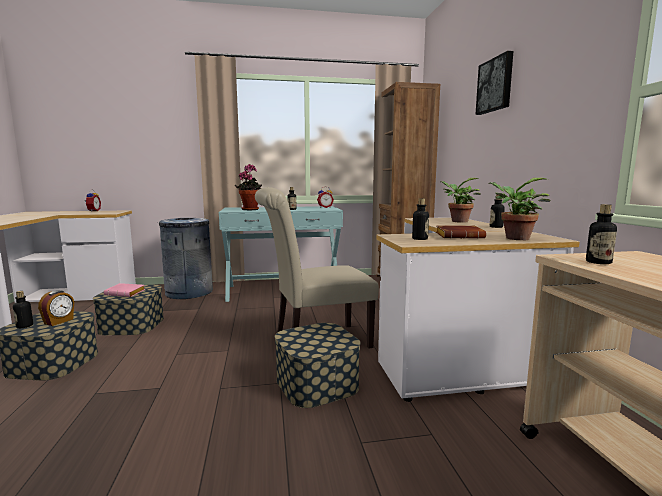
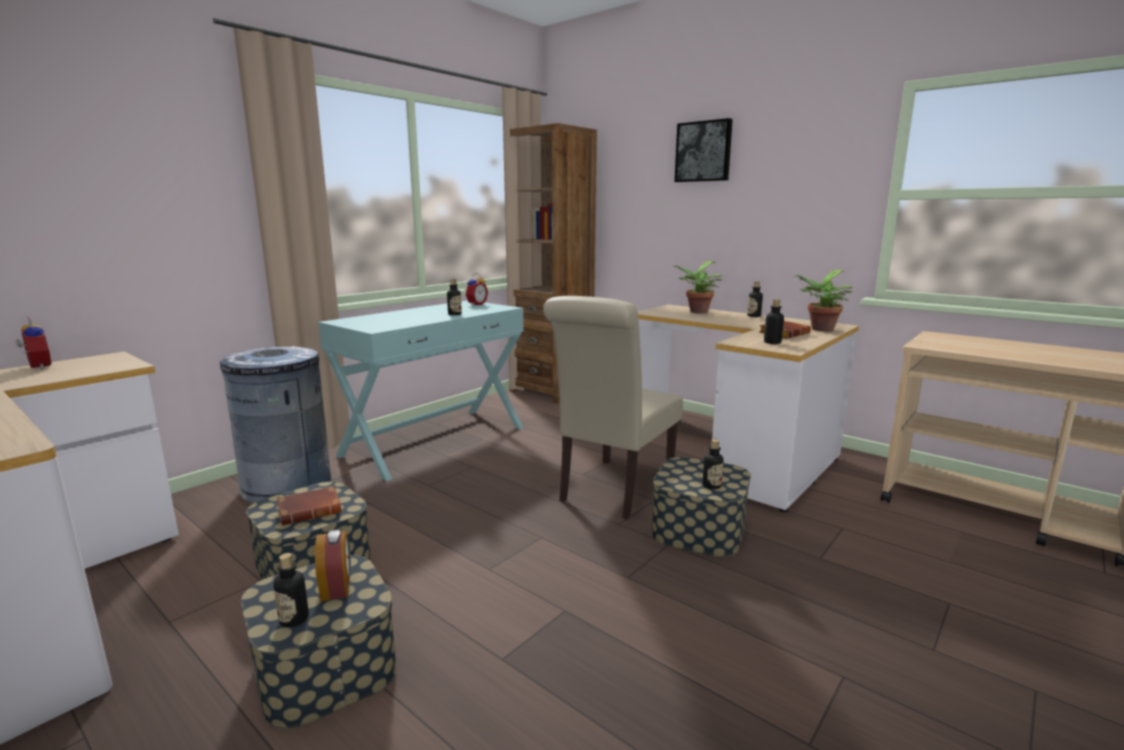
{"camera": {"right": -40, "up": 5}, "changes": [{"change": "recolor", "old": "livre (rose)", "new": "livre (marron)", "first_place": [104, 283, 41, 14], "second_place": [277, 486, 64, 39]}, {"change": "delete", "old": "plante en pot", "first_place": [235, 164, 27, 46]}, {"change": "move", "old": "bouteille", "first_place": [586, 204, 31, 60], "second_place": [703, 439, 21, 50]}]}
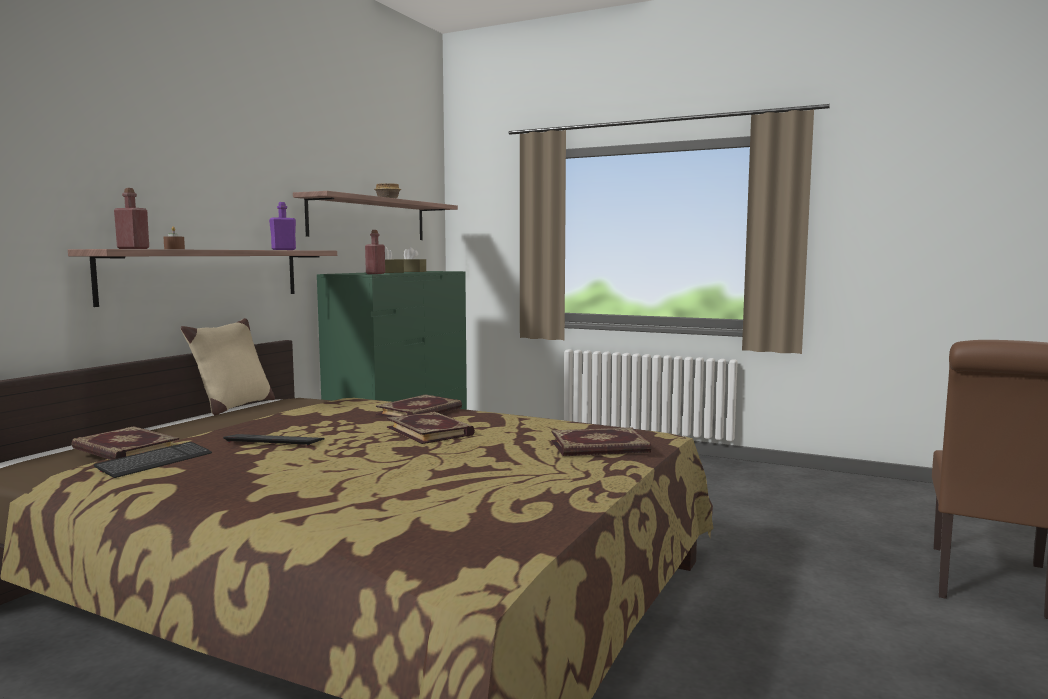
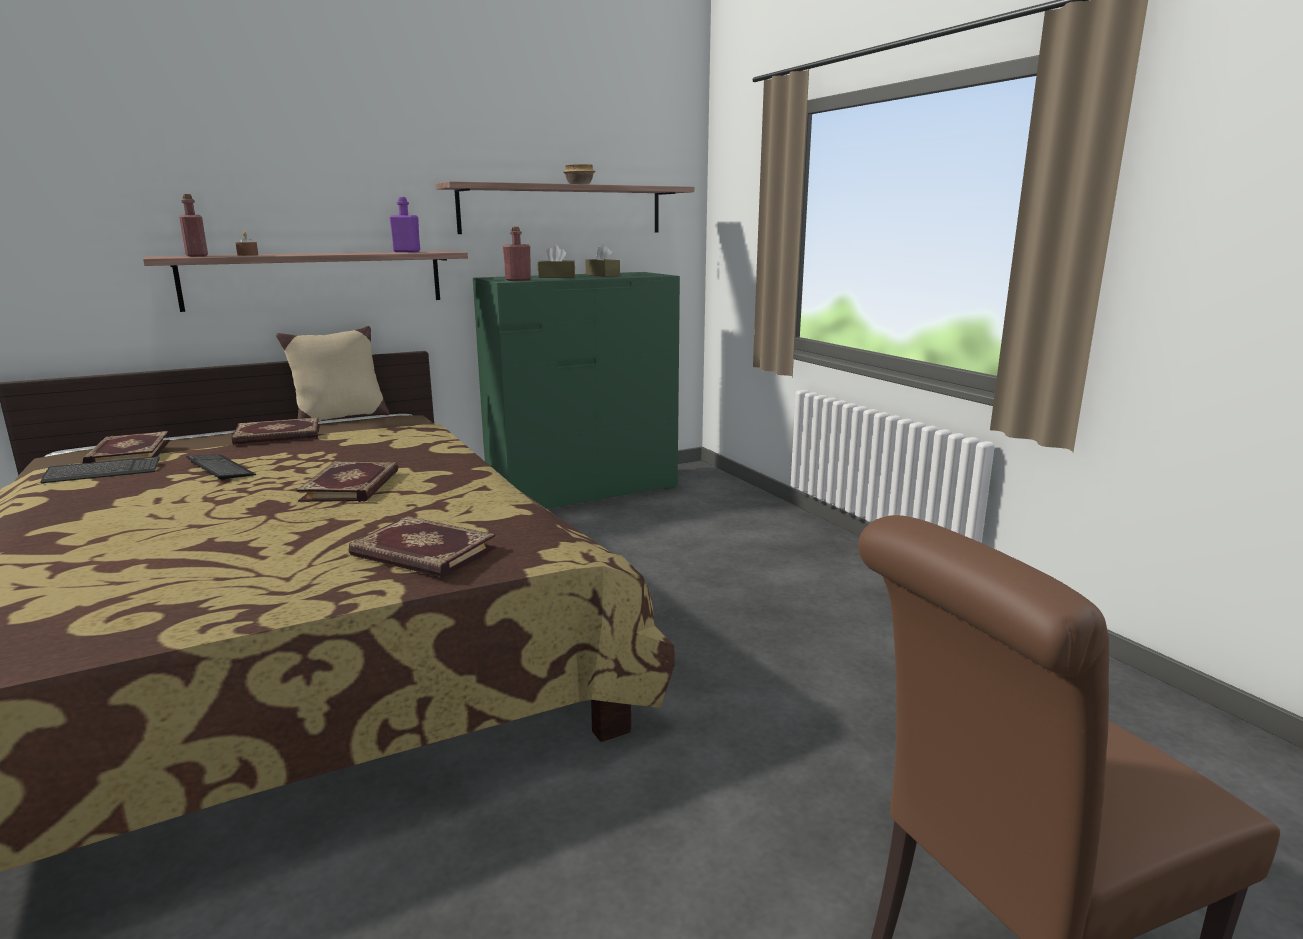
{"camera": {"right": 35, "up": 10}, "changes": [{"change": "move", "old": "livre", "first_place": [376, 394, 86, 23], "second_place": [232, 417, 88, 28]}]}
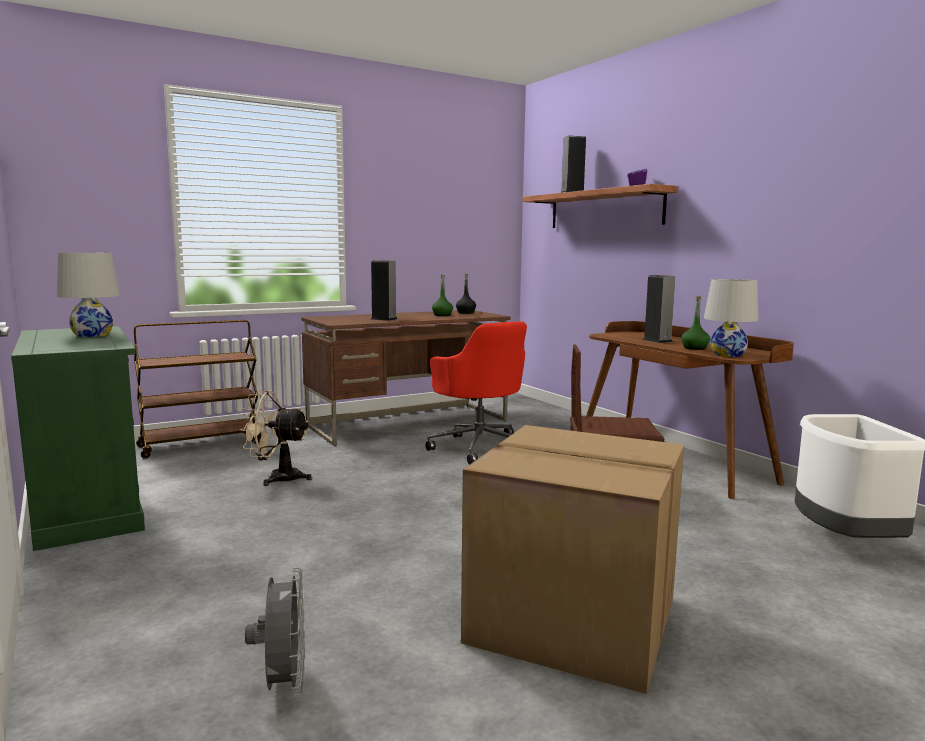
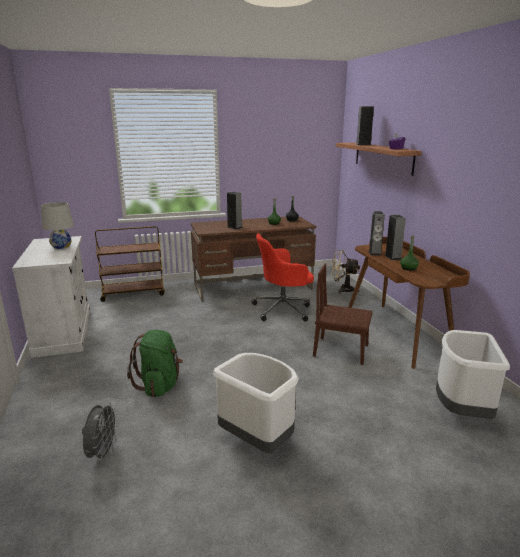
{"camera": {"right": 15, "up": 10}, "changes": [{"change": "recolor", "old": "meuble de rangement (vert)", "new": "meuble de rangement (blanc)", "first_place": [11, 326, 134, 225], "second_place": [12, 236, 78, 122]}, {"change": "move", "old": "ventilateur (beige)", "first_place": [240, 391, 72, 95], "second_place": [331, 250, 29, 43]}, {"change": "rotate", "old": "chaise de bureau (rouge)", "first_place": [425, 321, 102, 143], "second_place": [252, 233, 62, 88], "degrees": 90}, {"change": "replace", "old": "carton", "new": "poubelle (blanc)", "first_place": [461, 425, 223, 269], "second_place": [213, 353, 86, 100]}, {"change": "delete", "old": "lampe de table (blanc)", "first_place": [704, 279, 54, 78]}, {"change": "insert", "new": "sac à dos (vert)", "second_place": [127, 330, 56, 67]}, {"change": "insert", "new": "enceinte", "second_place": [368, 211, 17, 45]}]}
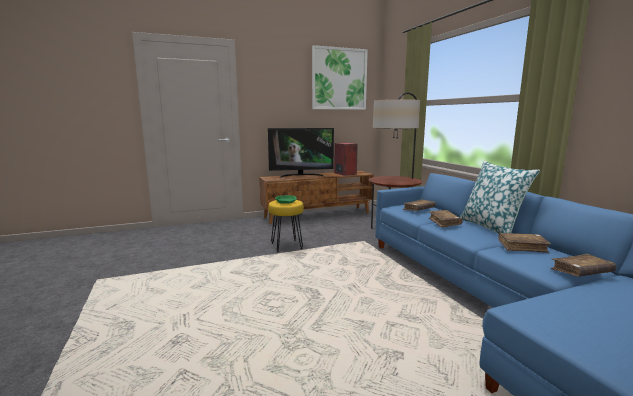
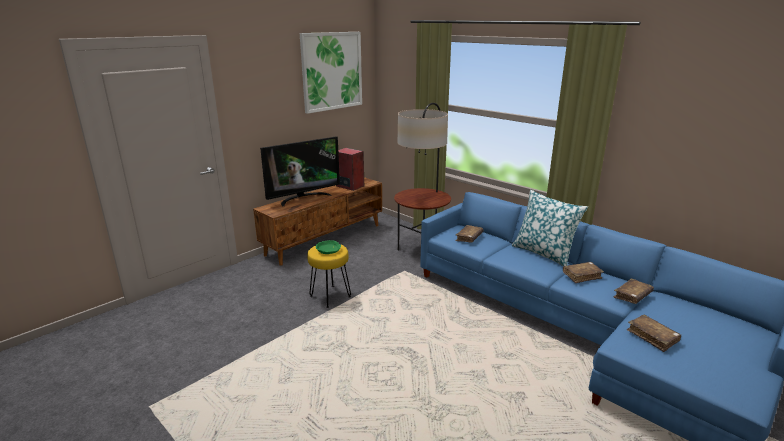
{"camera": {"right": -25, "up": 10}, "changes": [{"change": "move", "old": "livre (marron)", "first_place": [429, 210, 34, 18], "second_place": [627, 315, 54, 37]}]}
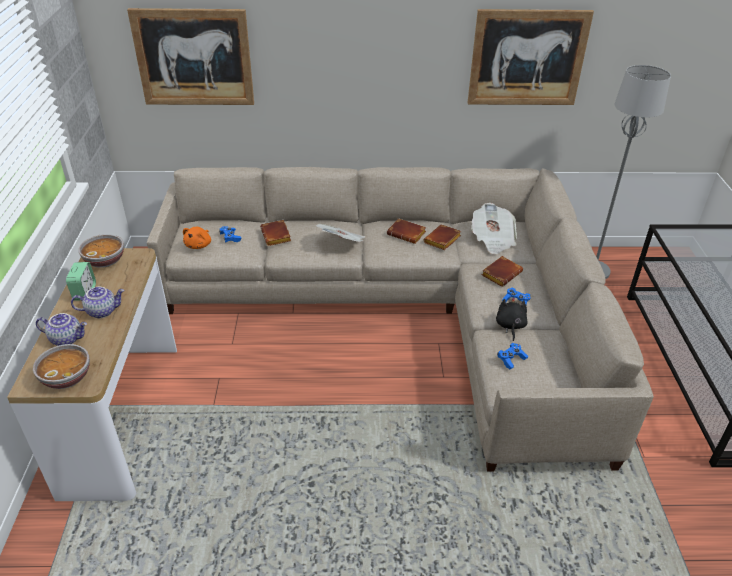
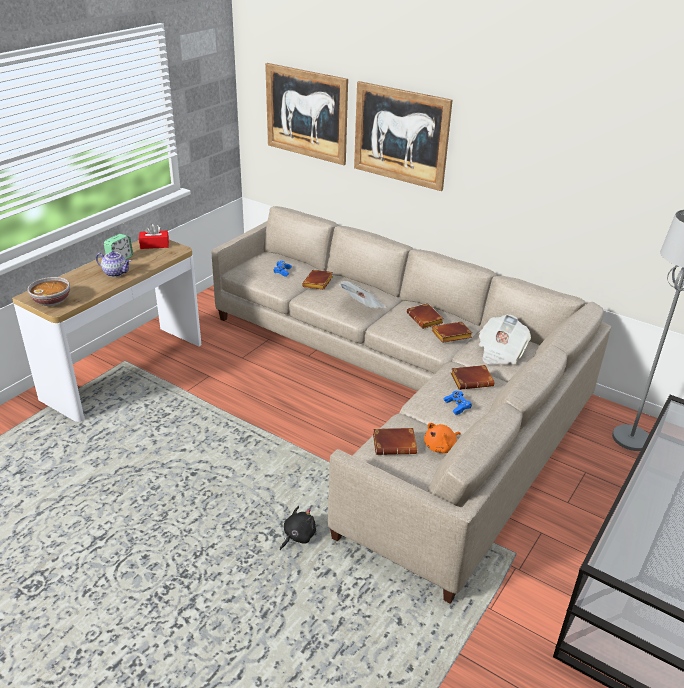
{"camera": {"right": 35, "up": -5}, "changes": [{"change": "delete", "old": "théière", "first_place": [36, 313, 51, 33]}, {"change": "replace", "old": "bol", "new": "boîte à mouchoirs (rouge)", "first_place": [78, 234, 46, 34], "second_place": [139, 224, 30, 25]}, {"change": "move", "old": "peluche (orange)", "first_place": [183, 227, 28, 22], "second_place": [424, 423, 37, 30]}, {"change": "move", "old": "tableau", "first_place": [467, 9, 127, 96], "second_place": [354, 81, 99, 110]}, {"change": "move", "old": "peluche (noir)", "first_place": [496, 297, 32, 44], "second_place": [280, 506, 36, 44]}, {"change": "replace", "old": "manette (bleu)", "new": "livre (marron)", "first_place": [497, 343, 31, 26], "second_place": [373, 428, 44, 27]}]}
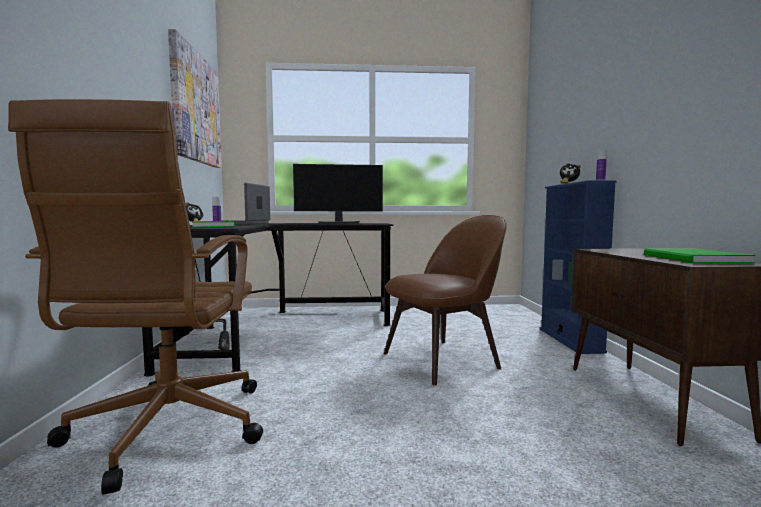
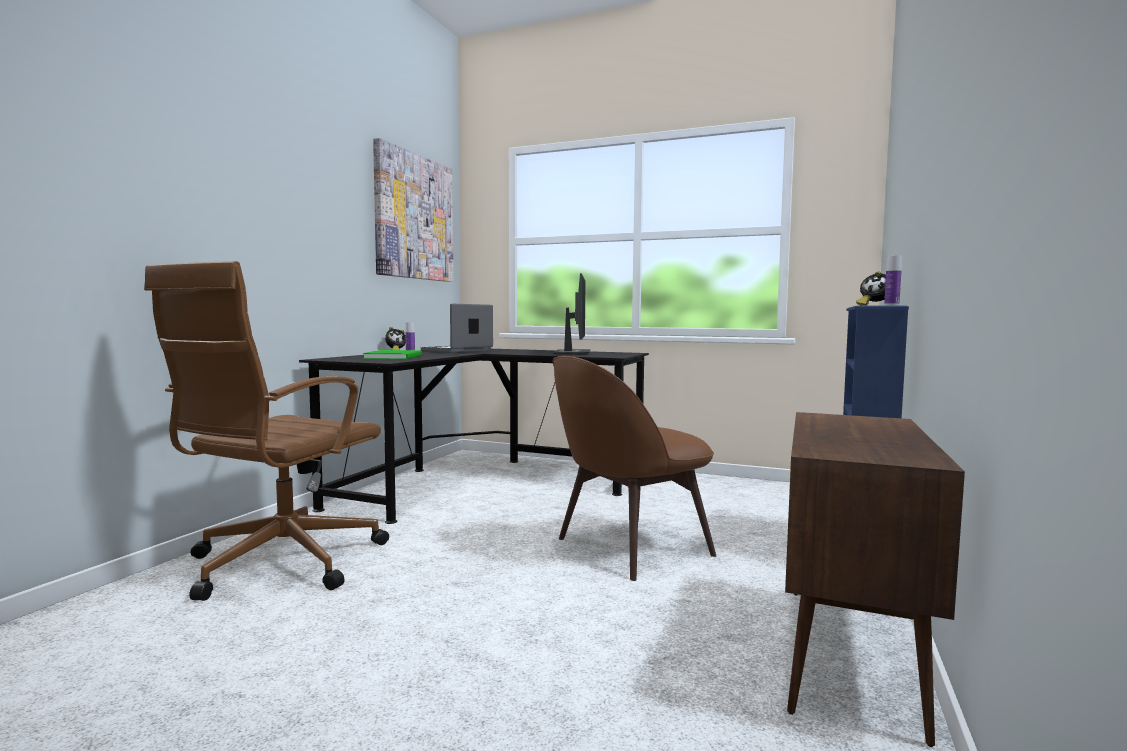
{"camera": {"right": 25, "up": 0}, "changes": [{"change": "rotate", "old": "écran d'ordinateur", "first_place": [293, 164, 90, 60], "second_place": [553, 273, 37, 82], "degrees": -105}, {"change": "rotate", "old": "chaise (marron)", "first_place": [384, 215, 123, 171], "second_place": [552, 356, 164, 225], "degrees": 150}, {"change": "delete", "old": "livre (vert)", "first_place": [644, 248, 112, 15]}]}
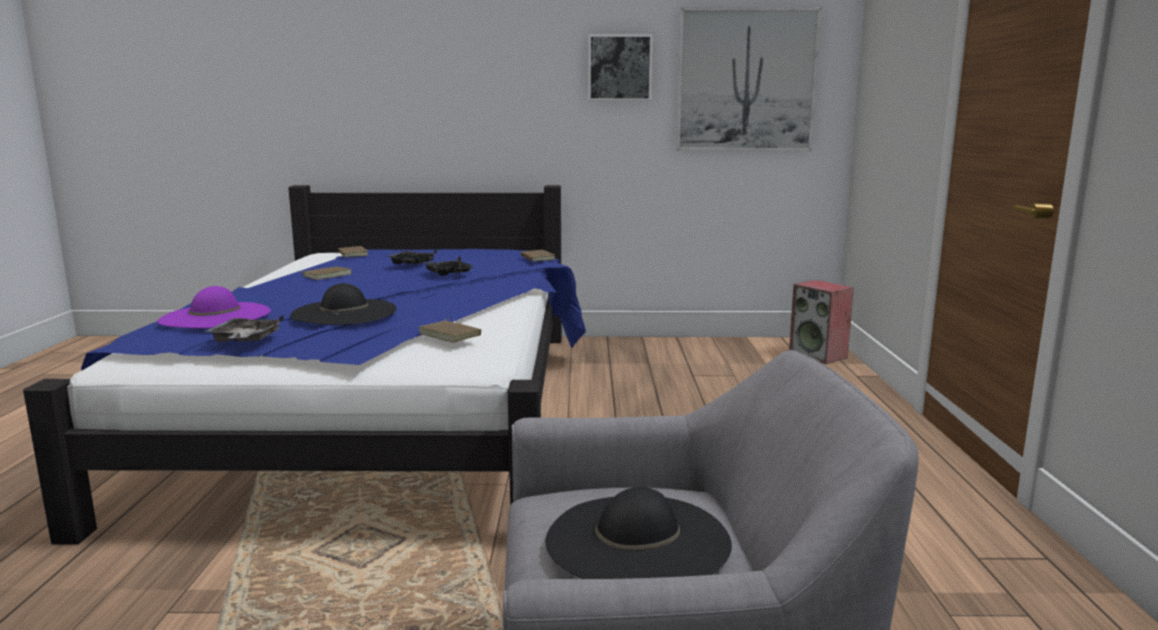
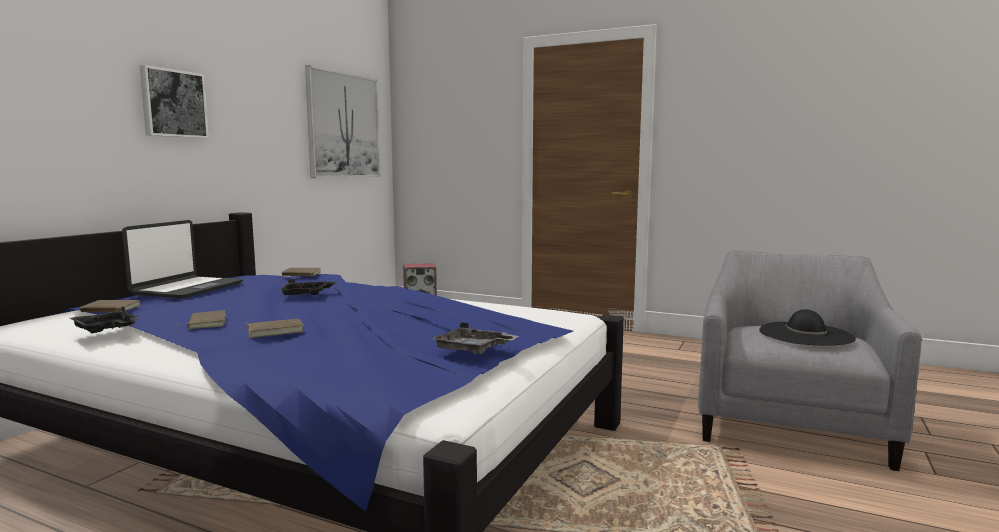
{"camera": {"right": -65, "up": -5}, "changes": [{"change": "delete", "old": "chapeau (violet)", "first_place": [157, 286, 114, 42]}, {"change": "delete", "old": "chapeau (noir)", "first_place": [290, 283, 107, 42]}, {"change": "move", "old": "plateau (noir)", "first_place": [387, 250, 50, 15], "second_place": [70, 306, 68, 27]}, {"change": "move", "old": "livre (marron)", "first_place": [419, 319, 62, 24], "second_place": [245, 319, 59, 19]}, {"change": "move", "old": "tableau", "first_place": [588, 34, 65, 67], "second_place": [140, 65, 69, 73]}, {"change": "insert", "new": "ordinateur portable", "second_place": [122, 220, 121, 79]}]}
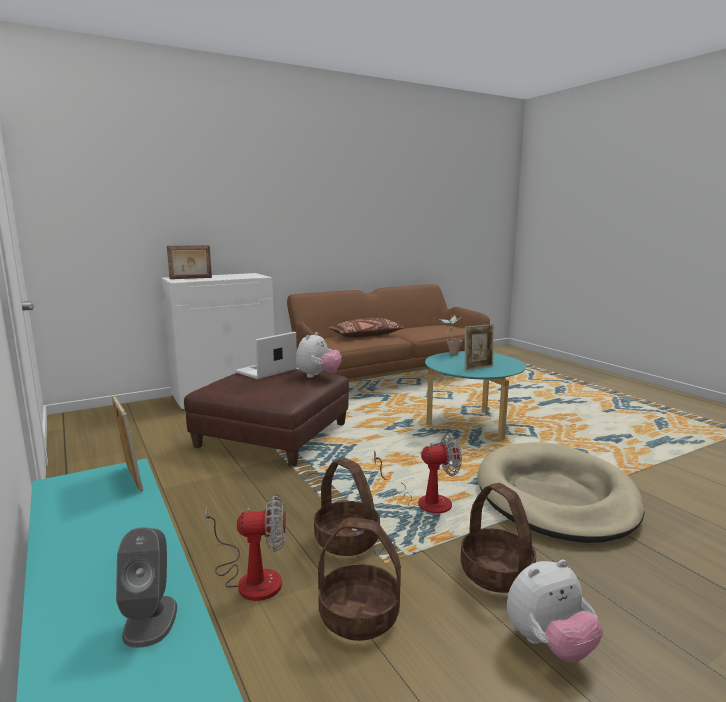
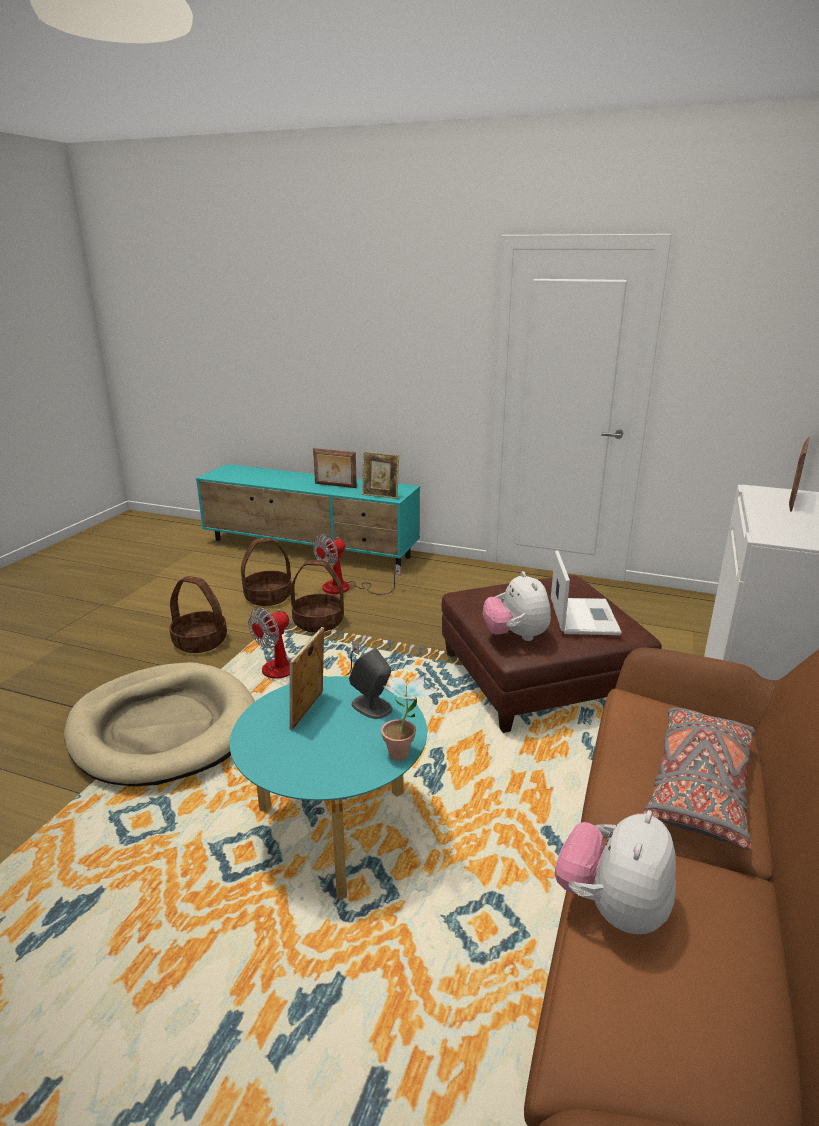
{"camera": {"right": 140, "up": 10}, "changes": [{"change": "move", "old": "enceinte (gris)", "first_place": [116, 527, 61, 121], "second_place": [349, 648, 44, 71]}, {"change": "recolor", "old": "coussin (marron)", "new": "coussin (gris)", "first_place": [329, 318, 75, 20], "second_place": [642, 707, 113, 143]}, {"change": "move", "old": "peluche", "first_place": [507, 559, 96, 104], "second_place": [555, 810, 121, 124]}, {"change": "insert", "new": "cadre photo", "second_place": [313, 448, 44, 40]}]}
